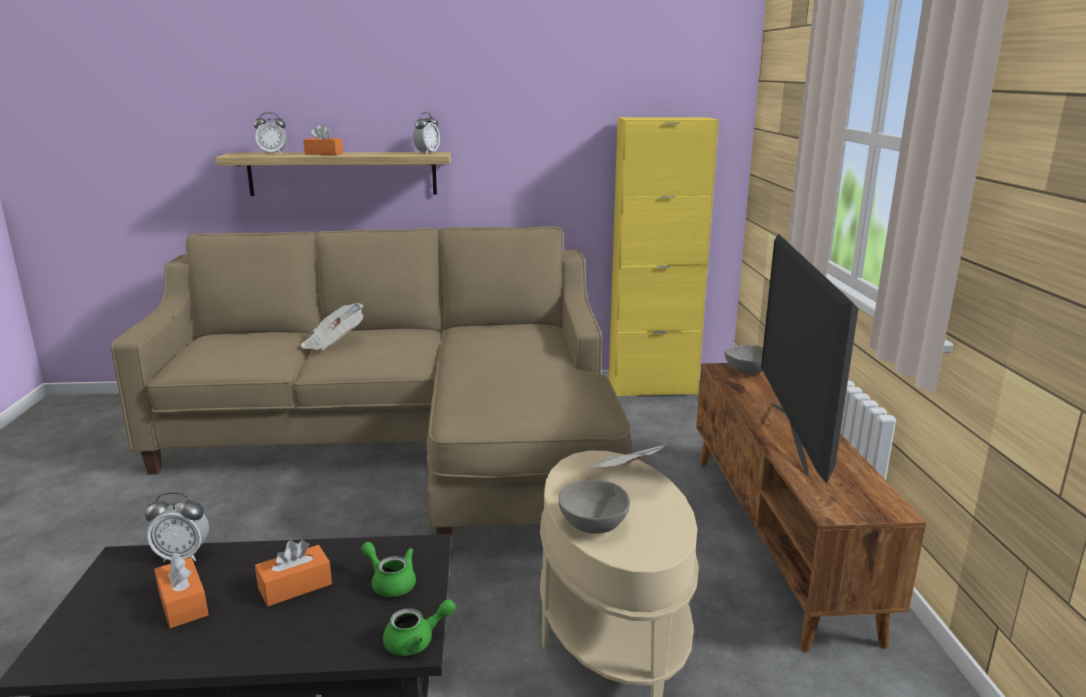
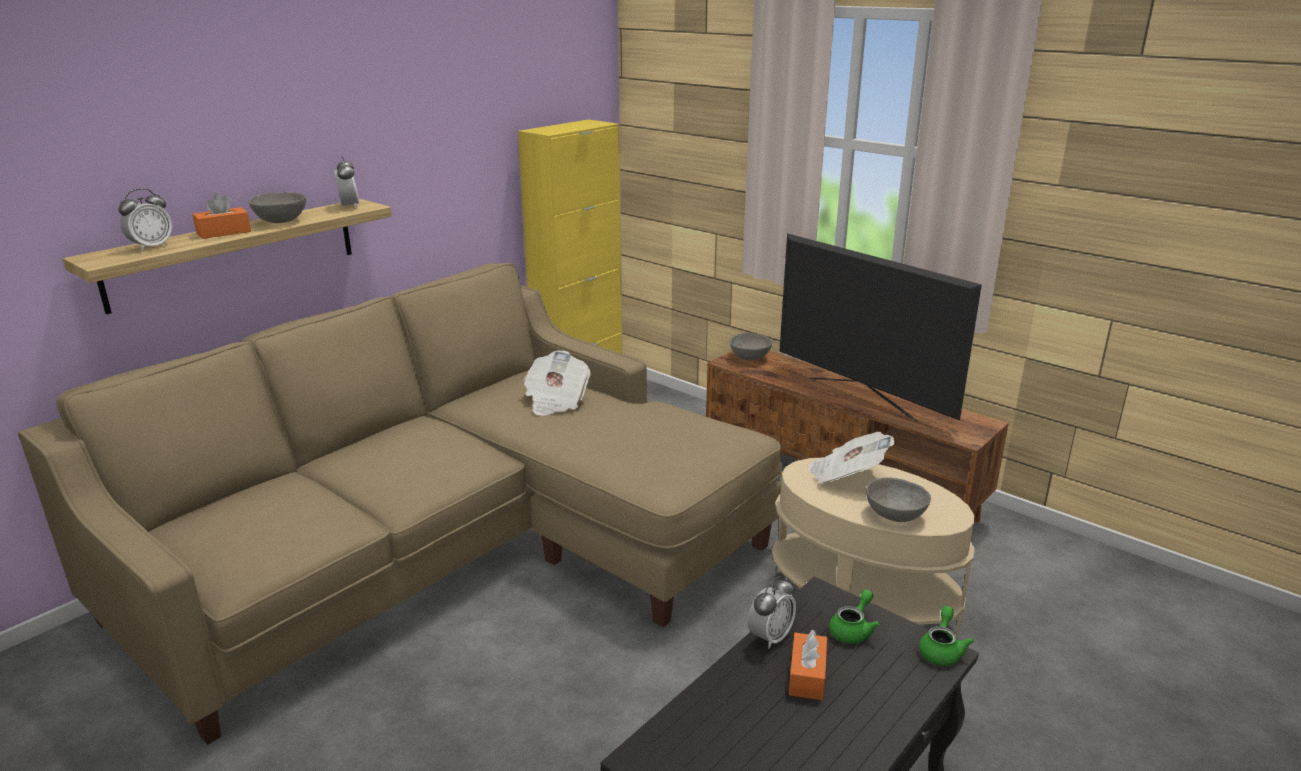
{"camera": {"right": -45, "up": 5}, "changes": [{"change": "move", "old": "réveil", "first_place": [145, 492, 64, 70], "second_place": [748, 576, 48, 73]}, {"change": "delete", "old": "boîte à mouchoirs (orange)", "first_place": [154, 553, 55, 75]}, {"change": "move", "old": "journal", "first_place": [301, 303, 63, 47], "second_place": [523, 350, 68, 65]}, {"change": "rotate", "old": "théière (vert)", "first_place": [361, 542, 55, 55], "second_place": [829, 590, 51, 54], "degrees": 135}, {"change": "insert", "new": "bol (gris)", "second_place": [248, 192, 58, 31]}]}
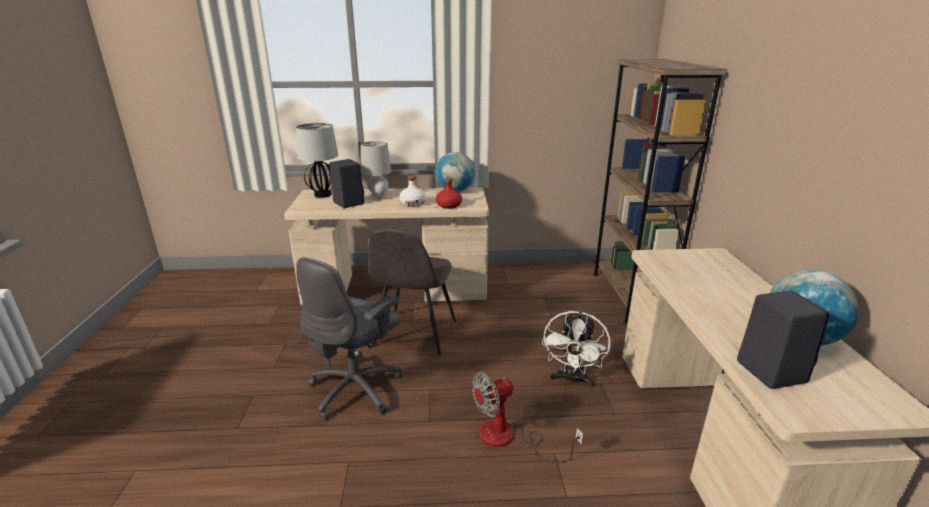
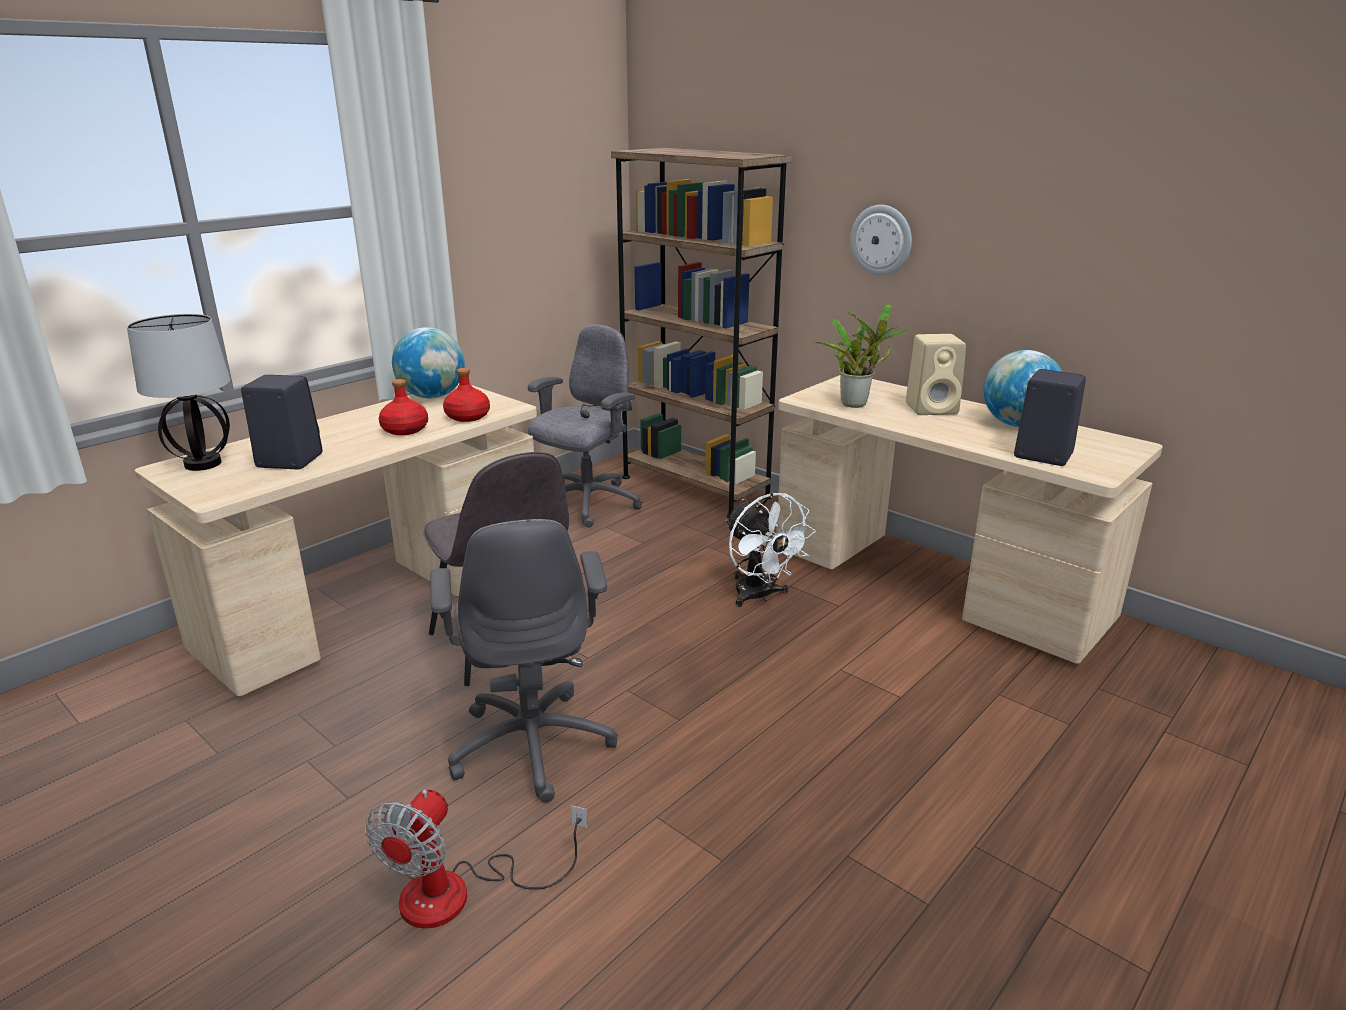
{"camera": {"right": -45, "up": 0}, "changes": [{"change": "delete", "old": "lampe de table (gris)", "first_place": [361, 141, 30, 59]}, {"change": "recolor", "old": "bouteille (blanc)", "new": "bouteille (rouge)", "first_place": [399, 176, 27, 31], "second_place": [379, 379, 49, 56]}, {"change": "move", "old": "ventilateur", "first_place": [472, 372, 111, 91], "second_place": [365, 790, 223, 139]}, {"change": "insert", "new": "chaise de bureau (gris)", "second_place": [528, 325, 114, 203]}, {"change": "insert", "new": "plante en pot", "second_place": [813, 304, 98, 104]}, {"change": "insert", "new": "horloge murale", "second_place": [850, 205, 62, 71]}, {"change": "insert", "new": "enceinte (beige)", "second_place": [906, 334, 60, 81]}]}
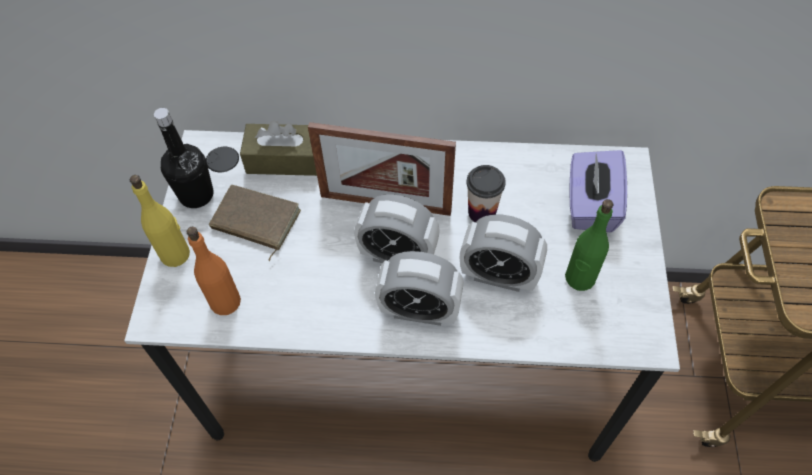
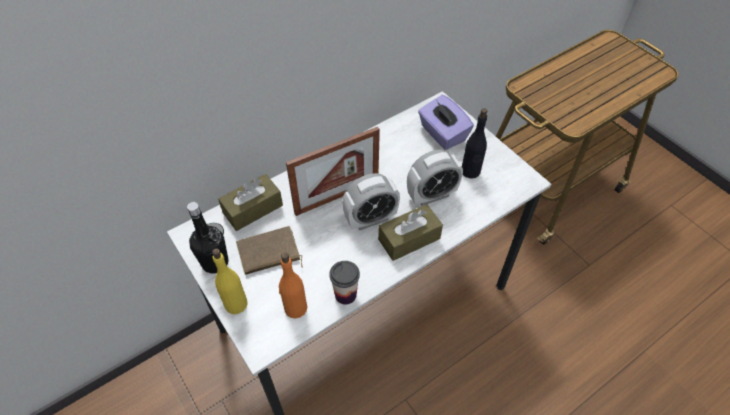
{"camera": {"right": -40, "up": -5}, "changes": [{"change": "replace", "old": "réveil", "new": "boîte à mouchoirs (marron)", "first_place": [375, 251, 89, 75], "second_place": [378, 204, 65, 57]}, {"change": "move", "old": "tasse", "first_place": [466, 165, 40, 58], "second_place": [329, 261, 31, 44]}, {"change": "recolor", "old": "bouteille (vert)", "new": "bouteille (noir)", "first_place": [565, 199, 48, 92], "second_place": [462, 108, 25, 71]}]}
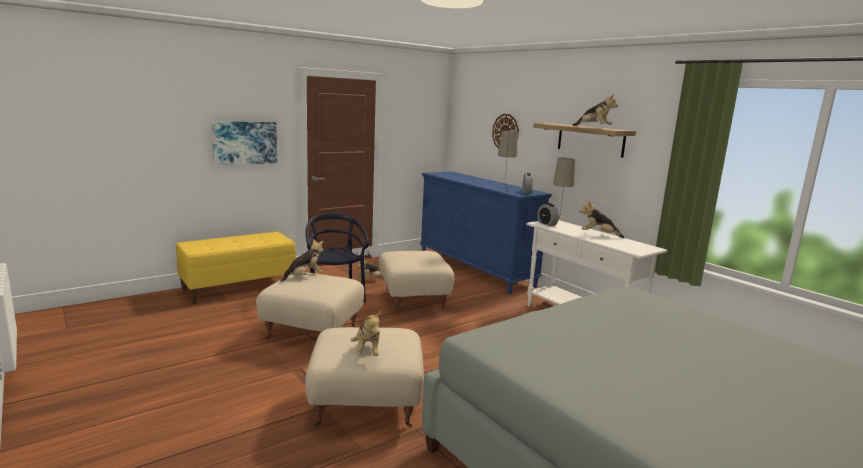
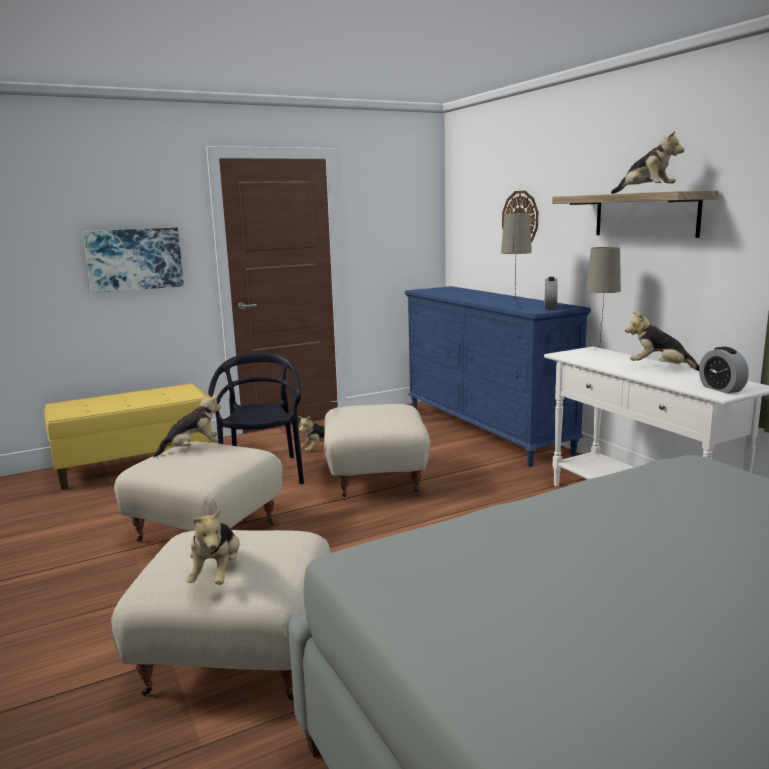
{"camera": {"right": 10, "up": 0}, "changes": [{"change": "move", "old": "réveil", "first_place": [537, 203, 22, 23], "second_place": [699, 347, 50, 47]}]}
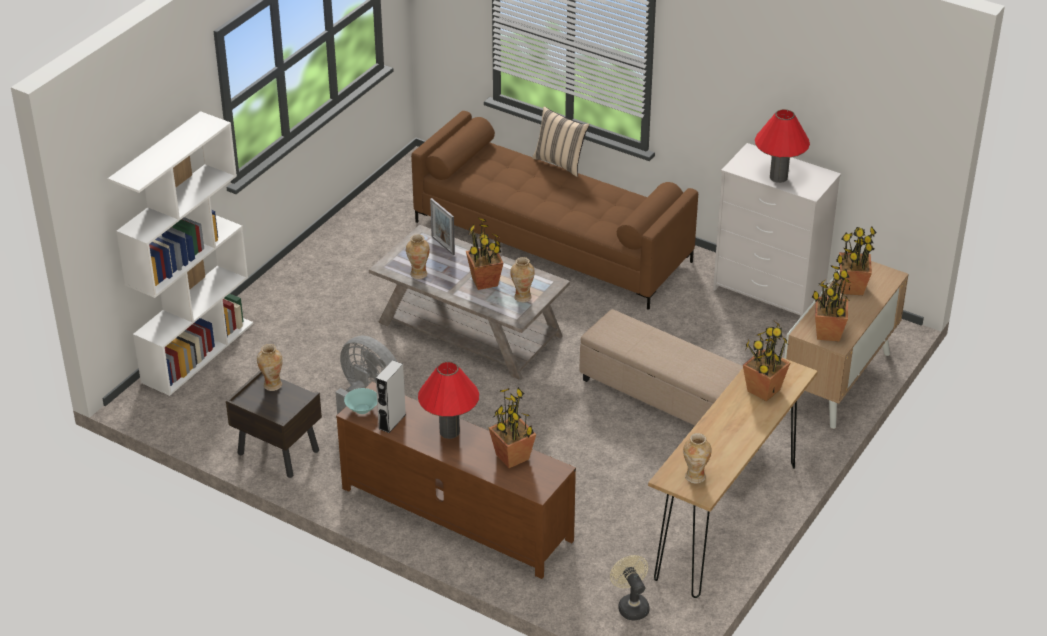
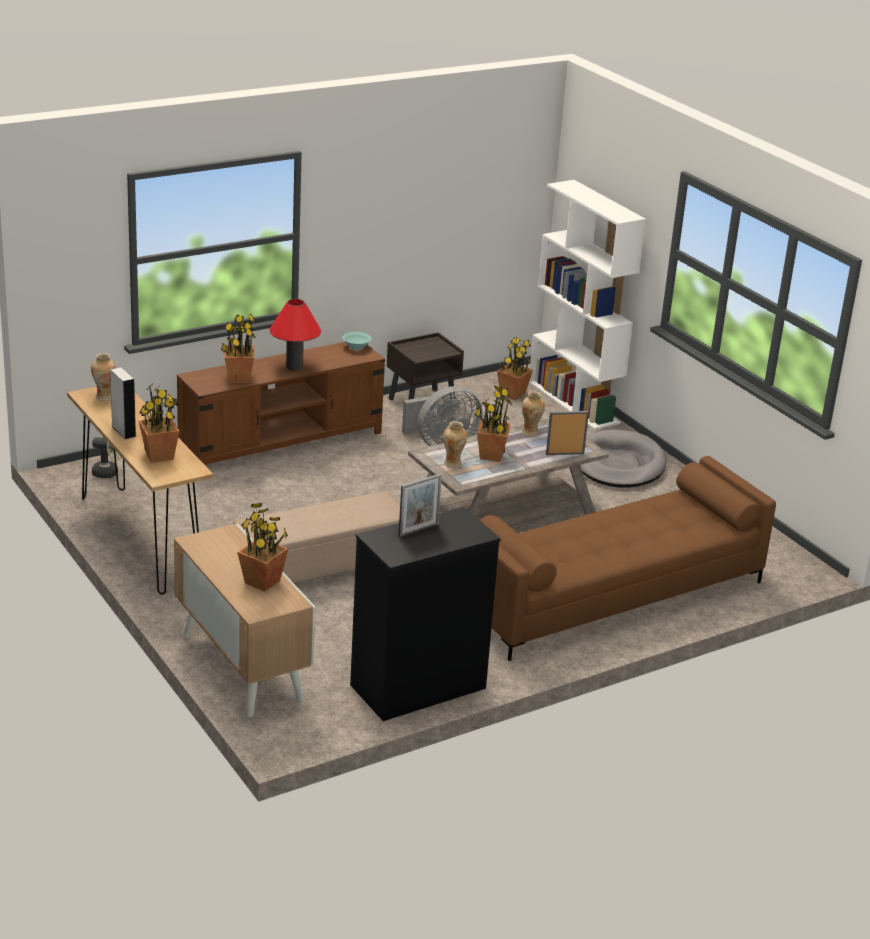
{"camera": {"right": 115, "up": -10}, "changes": [{"change": "delete", "old": "vase", "first_place": [257, 344, 26, 47]}, {"change": "move", "old": "enceinte (gris)", "first_place": [376, 360, 30, 73], "second_place": [110, 367, 26, 72]}, {"change": "delete", "old": "coussin (beige)", "first_place": [532, 107, 57, 70]}, {"change": "recolor", "old": "commode (blanc)", "new": "commode (noir)", "first_place": [713, 143, 128, 174], "second_place": [350, 507, 151, 214]}, {"change": "replace", "old": "lampe de table (rouge)", "new": "cadre photo", "first_place": [755, 109, 55, 74], "second_place": [398, 474, 44, 63]}, {"change": "move", "old": "plante en pot", "first_place": [812, 265, 39, 76], "second_place": [497, 337, 36, 63]}, {"change": "insert", "new": "panier pour chien (gris)", "second_place": [580, 430, 87, 58]}]}
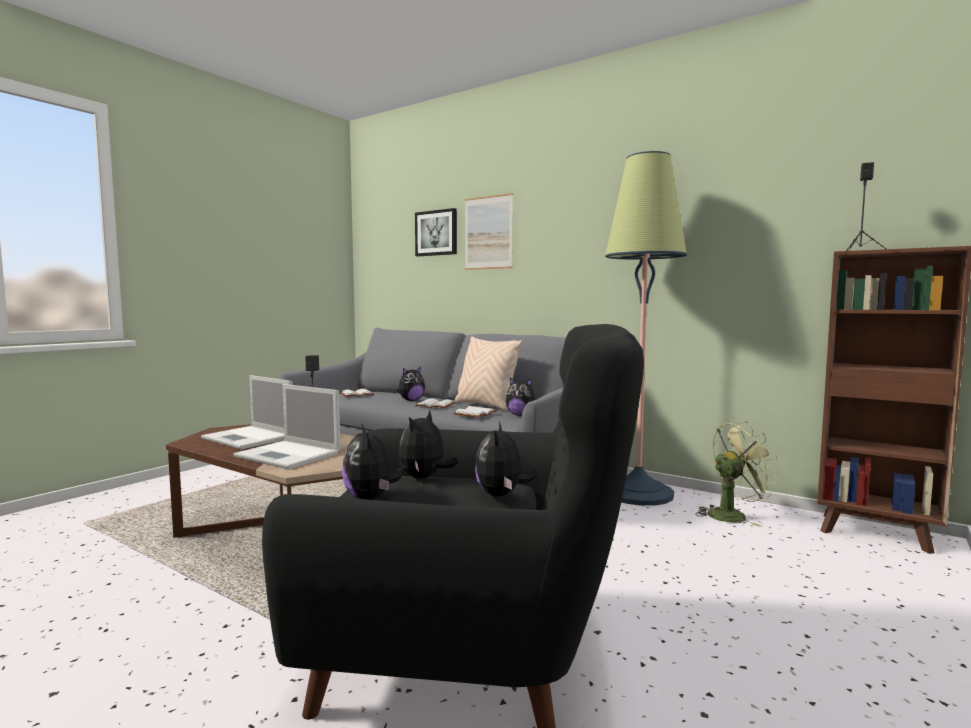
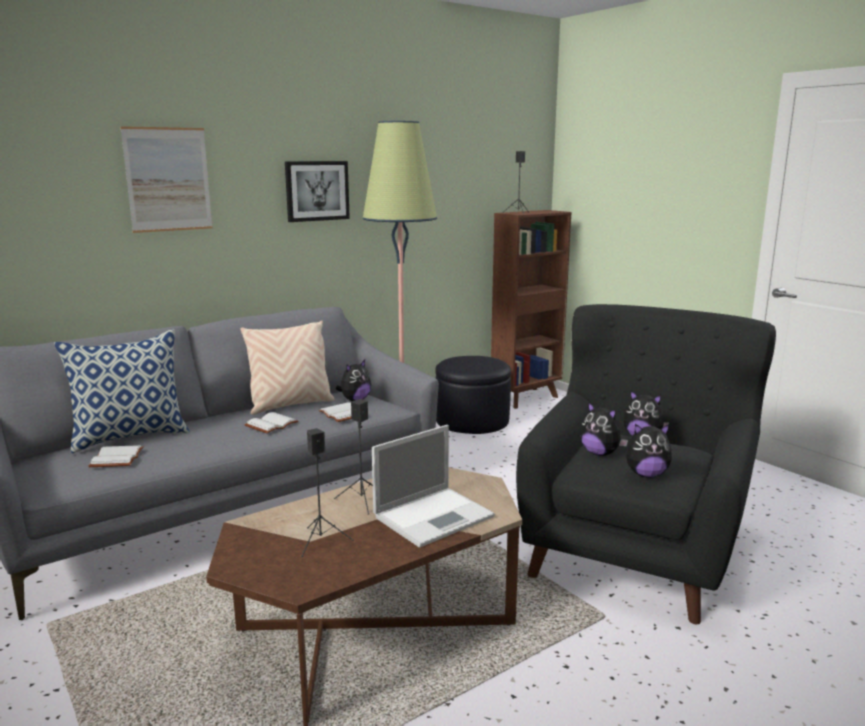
{"camera": {"right": -70, "up": 10}, "changes": [{"change": "replace", "old": "ordinateur portable", "new": "enceinte (noir)", "first_place": [201, 375, 92, 75], "second_place": [301, 428, 52, 129]}, {"change": "delete", "old": "peluche", "first_place": [397, 367, 28, 34]}, {"change": "move", "old": "tableau", "first_place": [415, 208, 42, 48], "second_place": [285, 161, 65, 61]}, {"change": "replace", "old": "ventilateur (vert)", "new": "pouf (noir)", "first_place": [695, 421, 85, 106], "second_place": [435, 356, 76, 78]}, {"change": "insert", "new": "coussin", "second_place": [54, 329, 136, 124]}]}
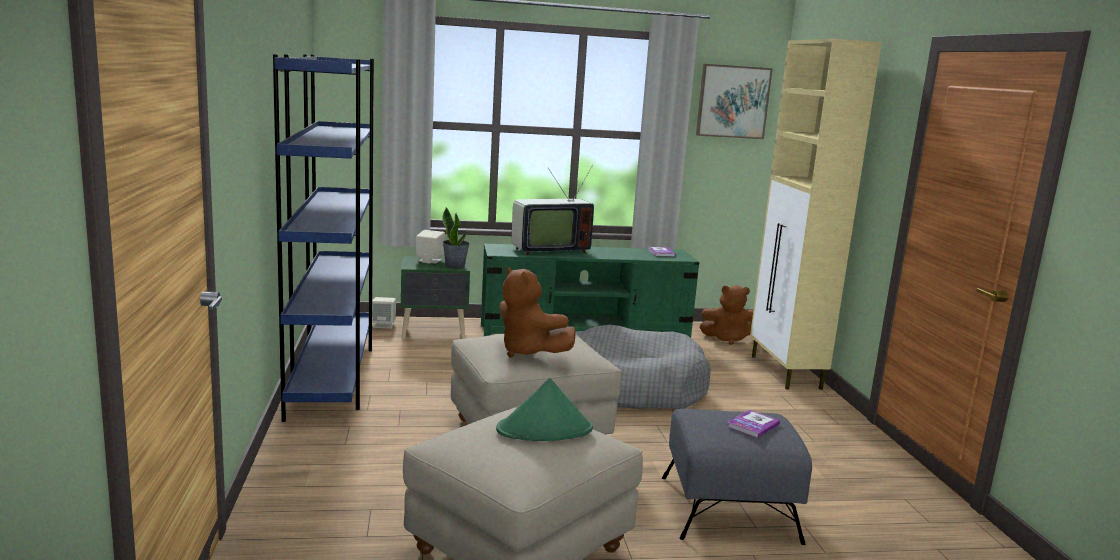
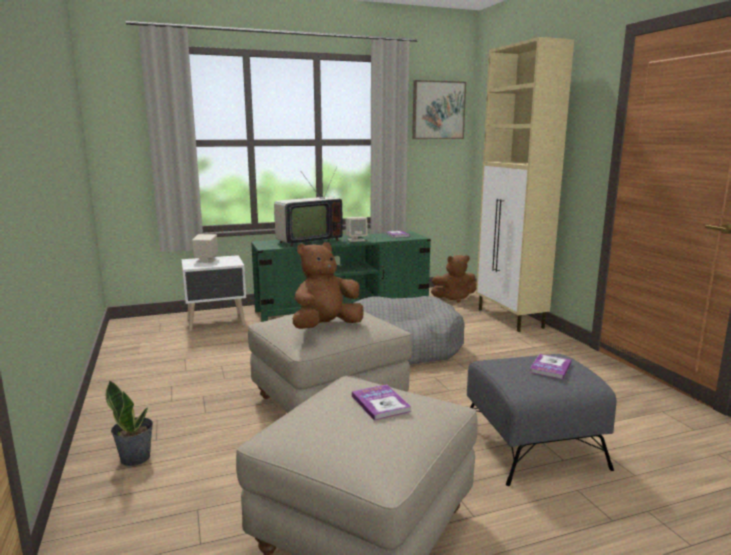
{"camera": {"right": -10, "up": 0}, "changes": [{"change": "delete", "old": "bibliothèque (bleu)", "first_place": [273, 54, 101, 368]}, {"change": "move", "old": "enceinte (beige)", "first_place": [372, 297, 24, 32], "second_place": [346, 217, 22, 25]}, {"change": "recolor", "old": "table de chevet (vert)", "new": "table de chevet (blanc)", "first_place": [401, 256, 69, 84], "second_place": [181, 255, 65, 76]}, {"change": "move", "old": "plante en pot", "first_place": [442, 208, 28, 61], "second_place": [106, 380, 47, 86]}, {"change": "replace", "old": "chapeau (vert)", "new": "livre", "first_place": [496, 378, 97, 63], "second_place": [352, 384, 59, 37]}, {"change": "rotate", "old": "peluche (marron)", "first_place": [499, 267, 77, 90], "second_place": [293, 242, 70, 87], "degrees": 105}]}
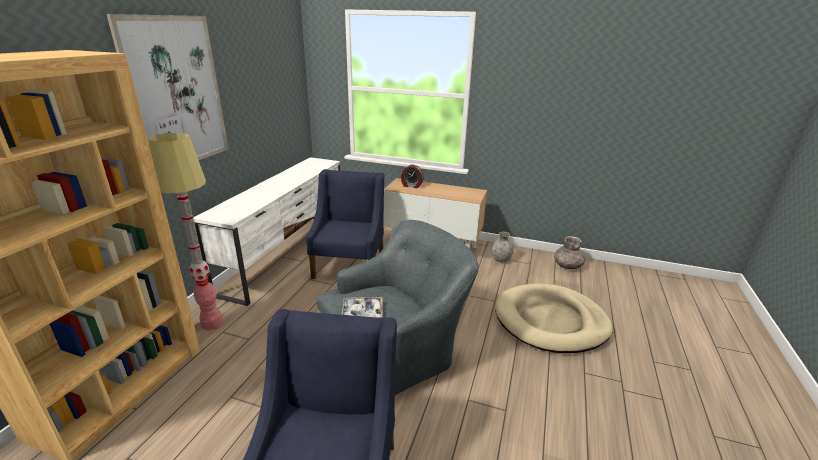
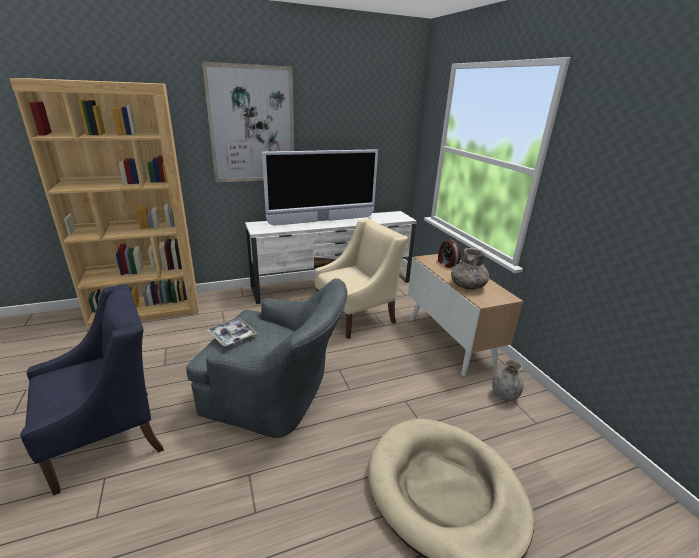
{"camera": {"right": 50, "up": 0}, "changes": [{"change": "delete", "old": "lampadaire", "first_place": [149, 133, 74, 197]}, {"change": "recolor", "old": "fauteuil (bleu)", "new": "fauteuil (beige)", "first_place": [306, 169, 78, 110], "second_place": [315, 219, 93, 120]}, {"change": "move", "old": "vase (gris)", "first_place": [554, 236, 31, 33], "second_place": [451, 248, 38, 42]}, {"change": "insert", "new": "téléviseur", "second_place": [262, 149, 116, 77]}]}
